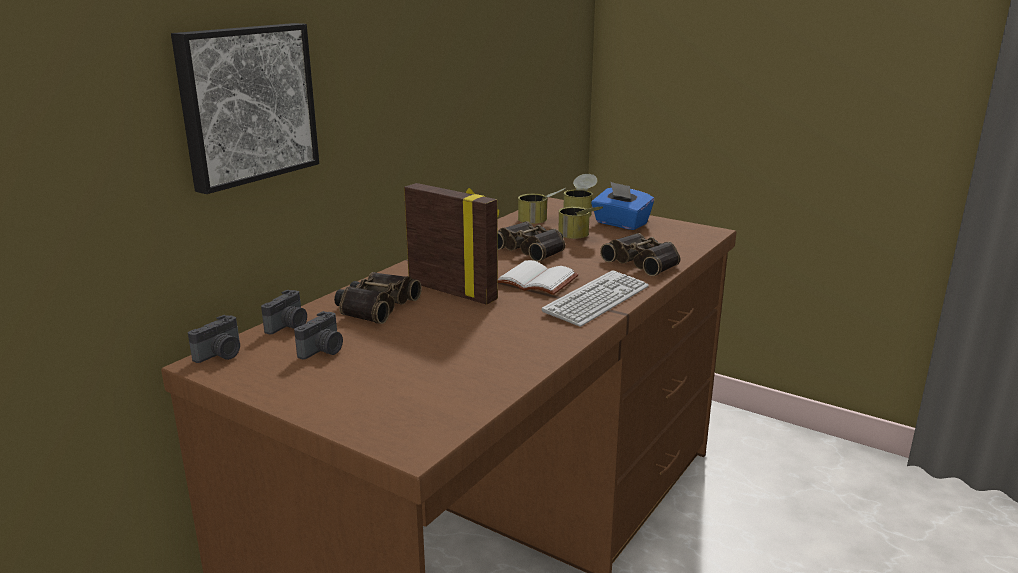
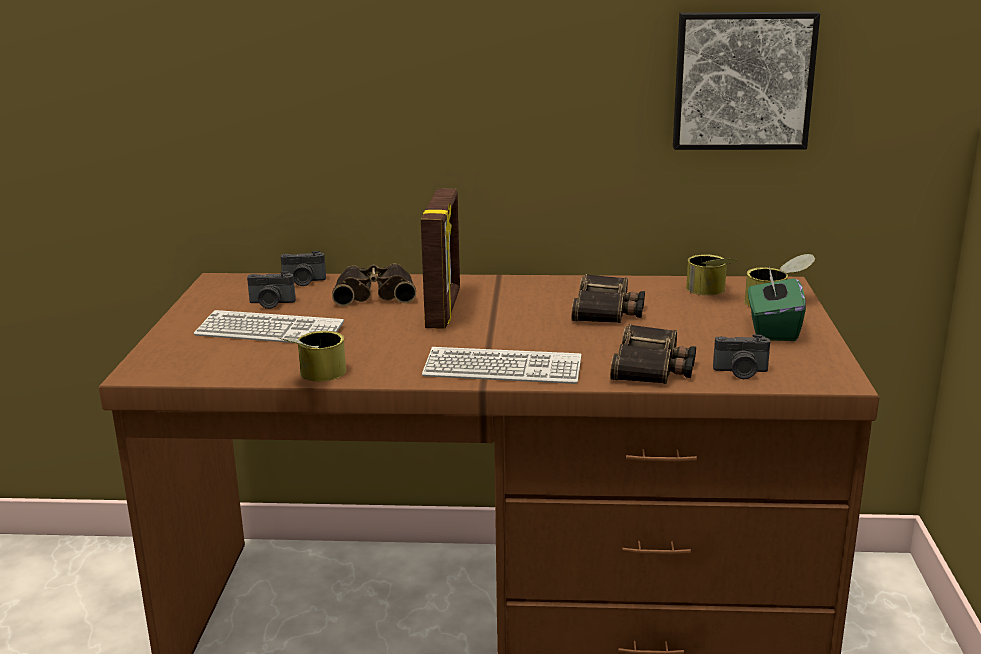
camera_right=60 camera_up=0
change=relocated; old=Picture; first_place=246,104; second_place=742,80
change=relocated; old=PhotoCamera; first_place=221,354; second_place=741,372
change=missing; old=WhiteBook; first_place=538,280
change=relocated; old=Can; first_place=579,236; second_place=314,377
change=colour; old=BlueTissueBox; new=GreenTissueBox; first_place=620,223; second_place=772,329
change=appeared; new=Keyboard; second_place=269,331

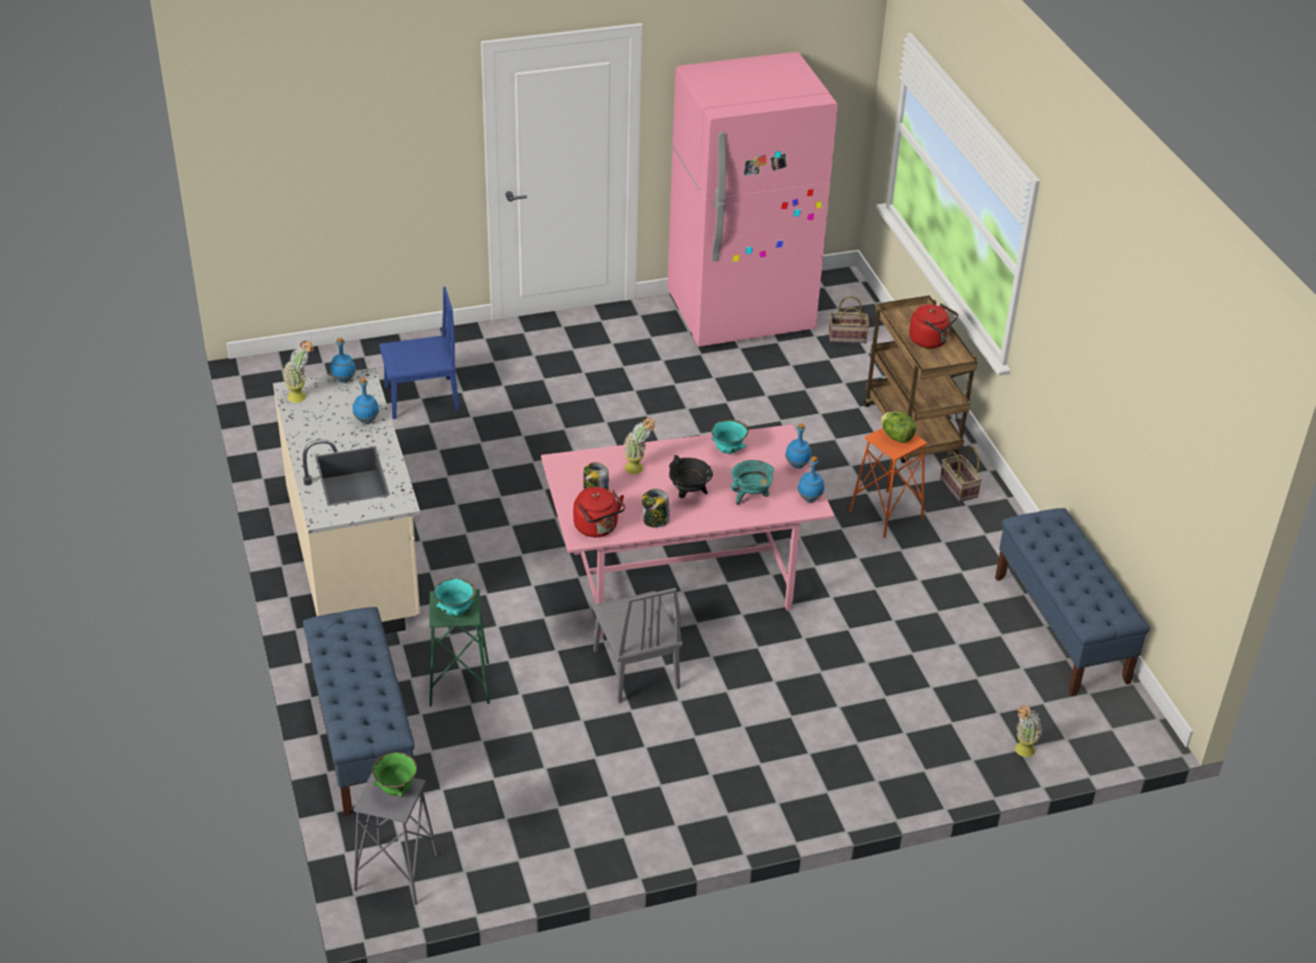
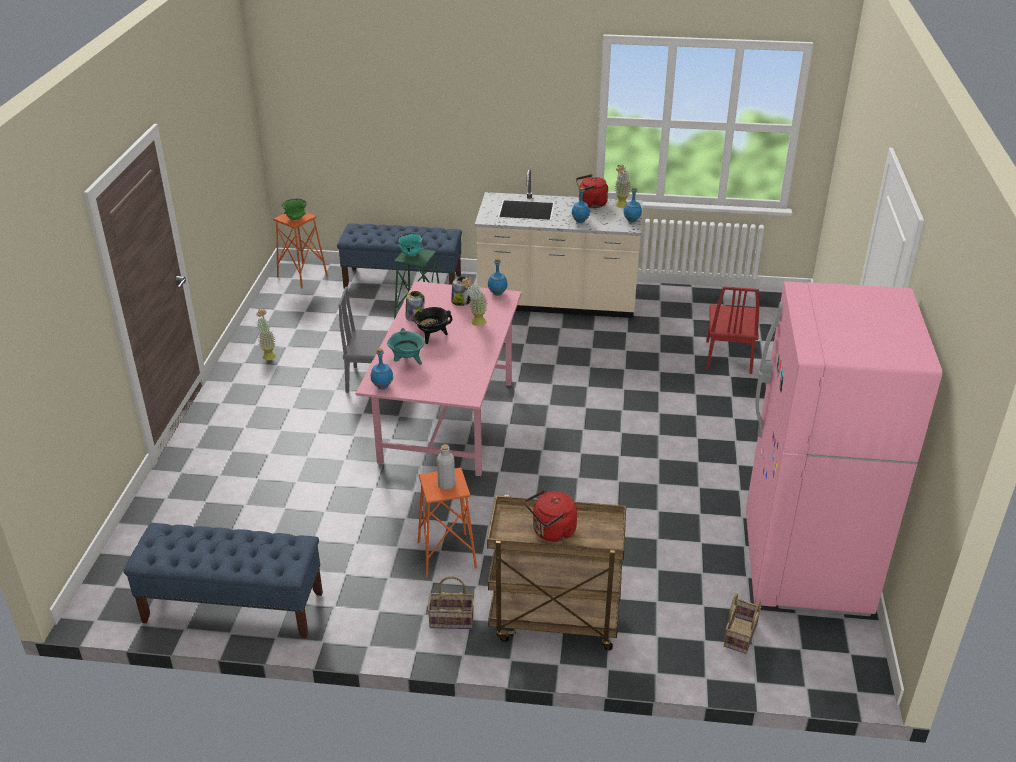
camera_right=115 camera_up=-5
change=colour; old=GreyStool; new=OrangeStool; first_place=396,872; second_place=302,276
change=colour; old=BlueChair; new=RedChair; first_place=421,398; second_place=728,357
change=relocated; old=RedKettle; first_place=597,528; second_place=590,204
change=missing; old=TurquoiseBowl; first_place=728,450
change=relocated; old=BlueBottle; first_place=797,465; second_place=497,294
change=exchanged; old=Lettuce; new=GreyBottle; first_place=896,437; second_place=446,485
change=relocated; old=PottedPlant; first_place=1021,752; second_place=268,354

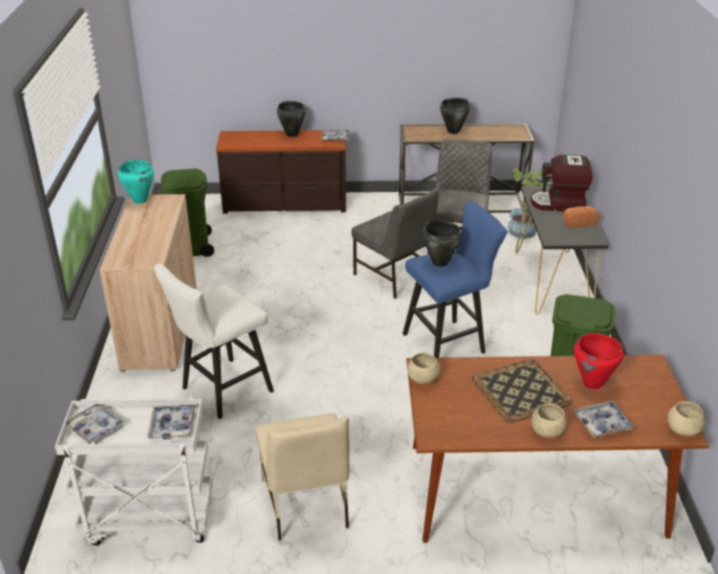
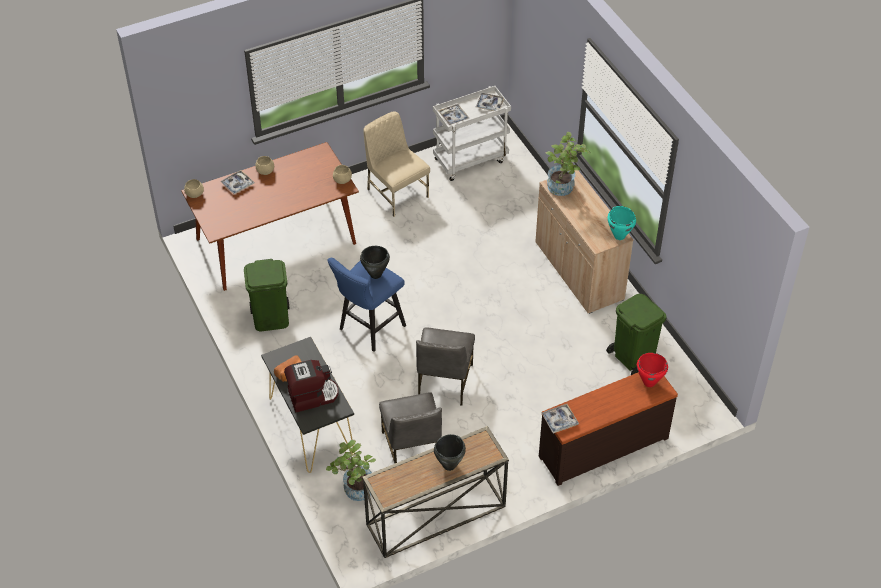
camera_right=155 camera_up=15
change=missing; old=WhiteStool; first_place=221,392
change=missing; old=BlackCookingPot; first_place=292,134
change=spun; old=GreyChair; first_place=394,277; second_place=443,382; degrees=-105
change=missing; old=Tray; first_place=522,391
change=relocated; old=RedCookingPot; first_place=592,384; second_place=649,382
change=appeared; new=PottedPlant; second_place=563,189

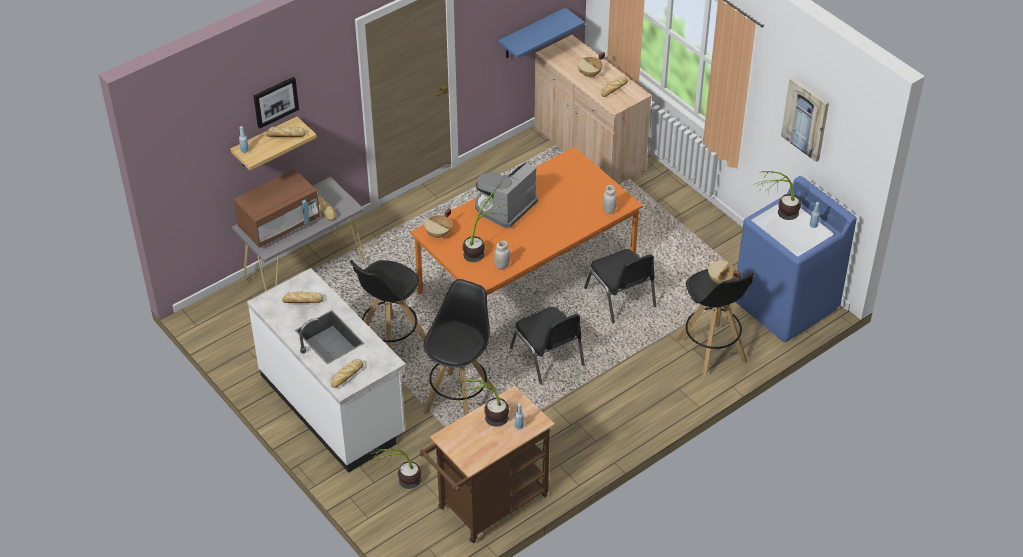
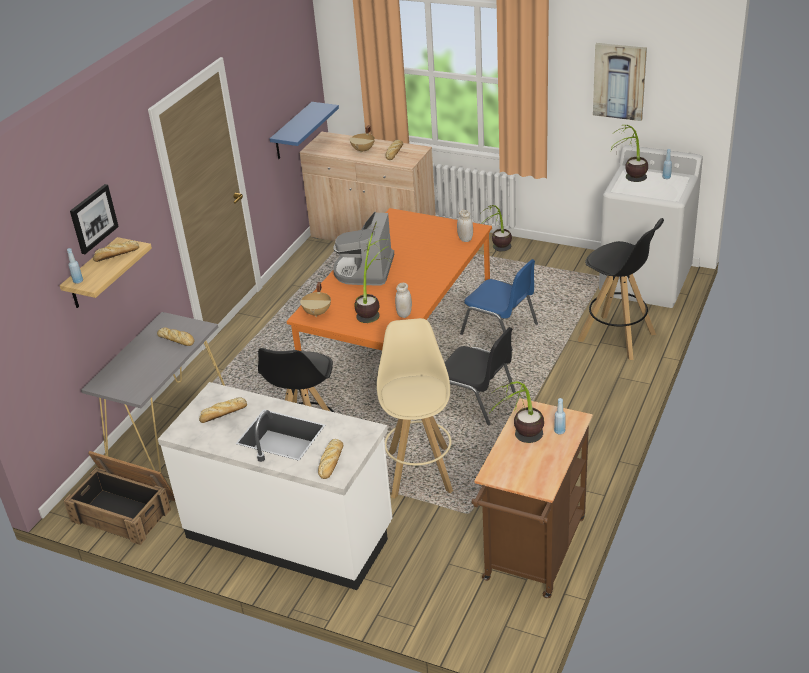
camera_right=-25 camera_up=-10
change=missing; old=BrownMicrowave; first_place=279,224
change=relocated; old=PottedPlant; first_place=398,486; second_place=497,252
change=colour; old=BlackStool; new=BeigeStool; first_place=459,399; second_place=420,470
change=colour; old=BlackChair; new=BlueChair; first_place=621,298; second_place=500,329
change=missing; old=BeigeCookingPot; first_place=720,280
change=colour; old=BlueWashingMachine; new=WhiteWashingMachine; first_place=786,305; second_place=646,282
change=appeared; new=Crate; second_place=125,510

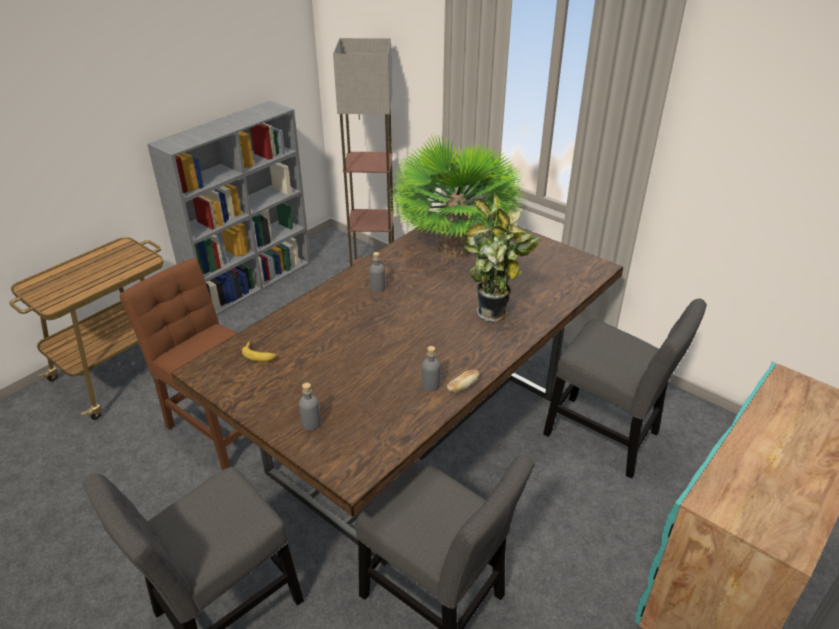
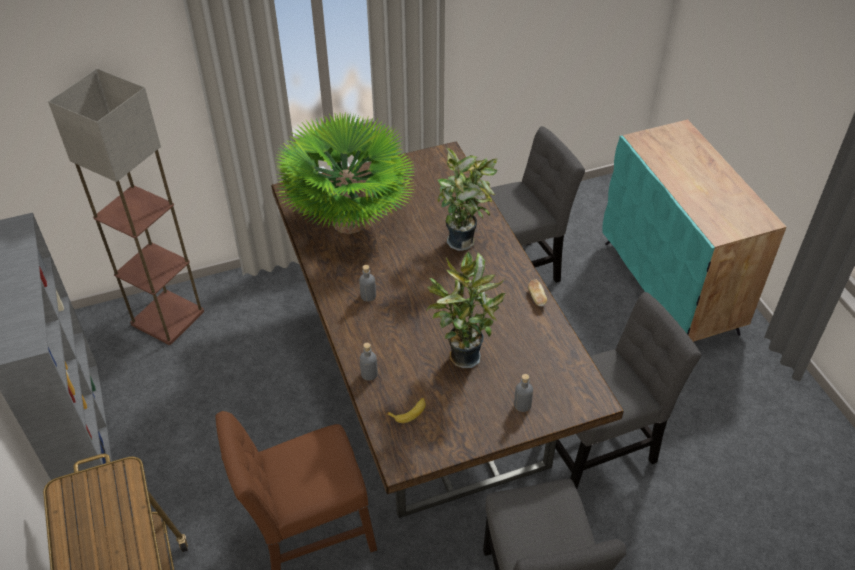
camera_right=-60 camera_up=10
change=relocated; old=GreyBottle; first_place=430,385; second_place=369,374
change=appeared; new=PottedPlant; second_place=462,354

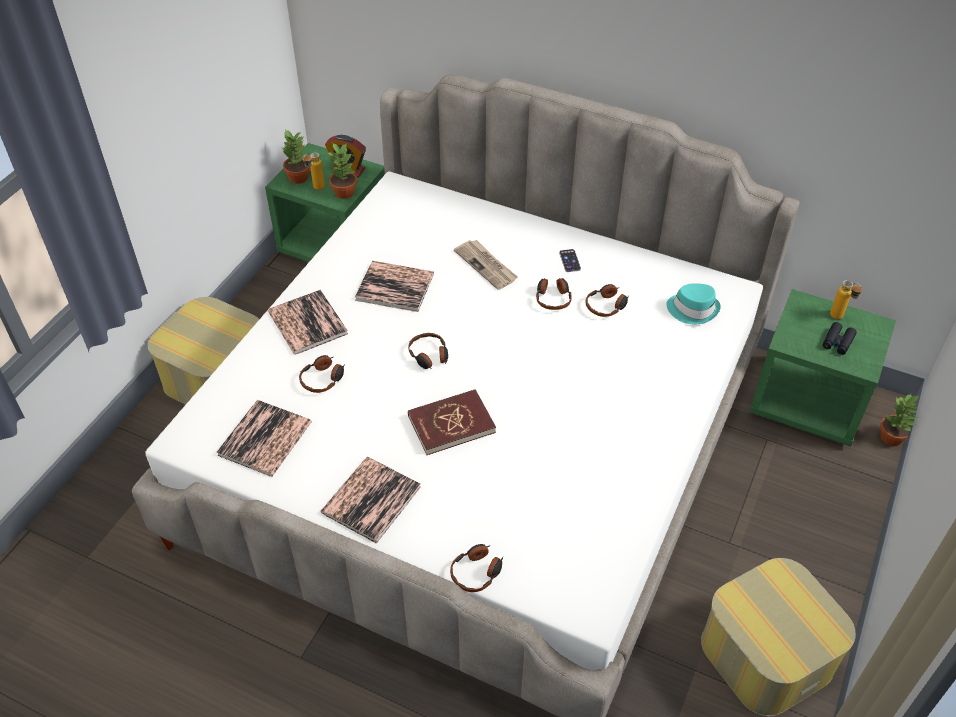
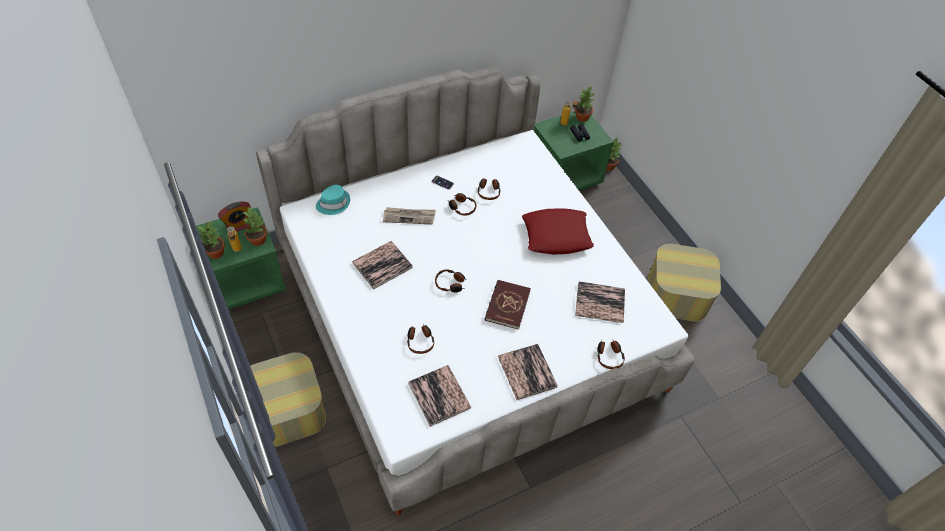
camera_right=-55 camera_up=5
change=relocated; old=Book; first_place=307,323; second_place=600,303
change=relocated; old=TurquoiseHat; first_place=693,309; second_place=333,203
change=appeared; new=RedPillow; second_place=556,235
change=appeared; new=PottedPlant; second_place=581,117

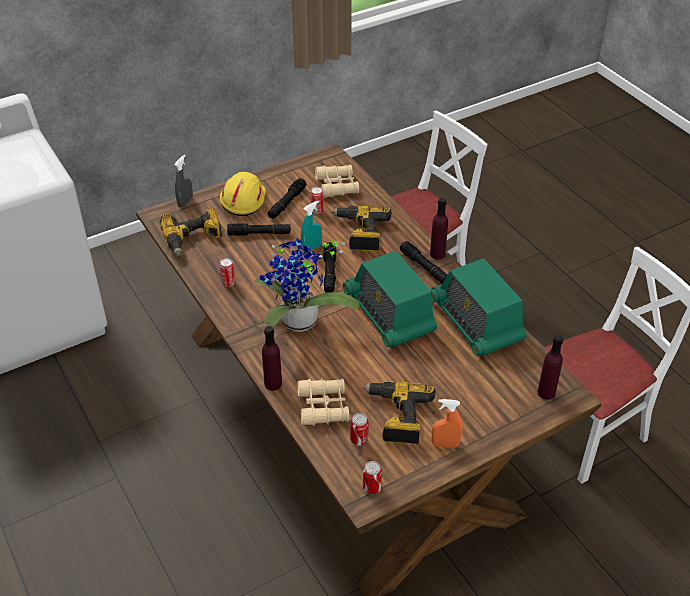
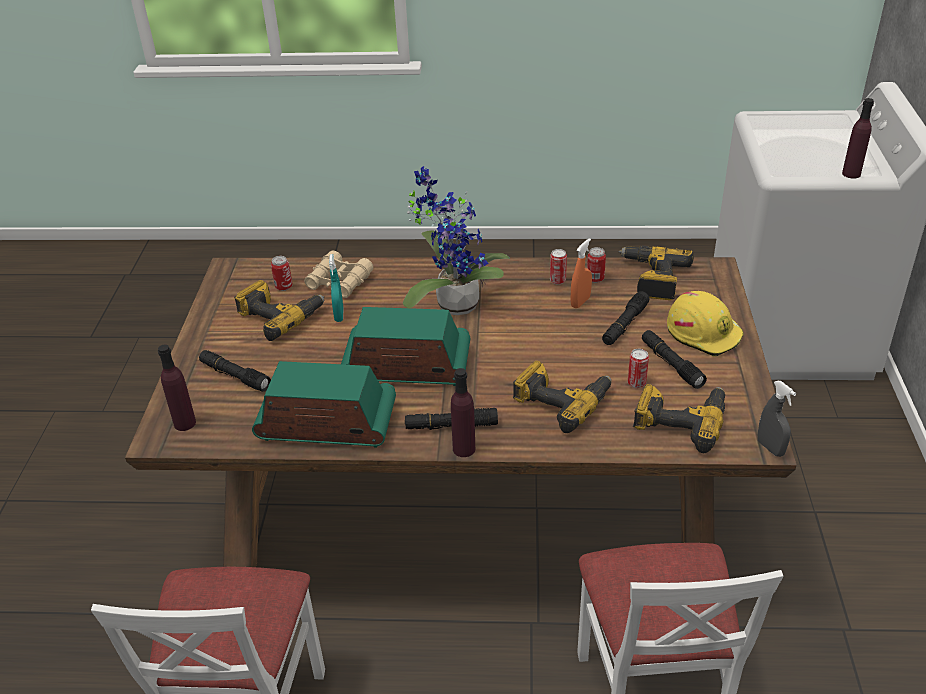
camera_right=125 camera_up=-5
change=relocated; old=GreySprayBottle; first_place=185,202; second_place=770,448
change=relocated; old=PurpleBottle; first_place=273,384; second_place=851,174
change=relocated; old=TurquoiseSprayBottle; first_place=311,248; second_place=339,315
change=exchanged; old=BeigeBinoculars; new=PowerDrill; first_place=337,186; second_place=680,421
change=relocated; old=BlackFlashlight; first_place=329,272; second_place=235,376
change=relocated; old=Can; first_place=372,488; second_place=595,279
change=relocated; old=OrangeSprayBottle; first_place=445,444; second_place=580,302

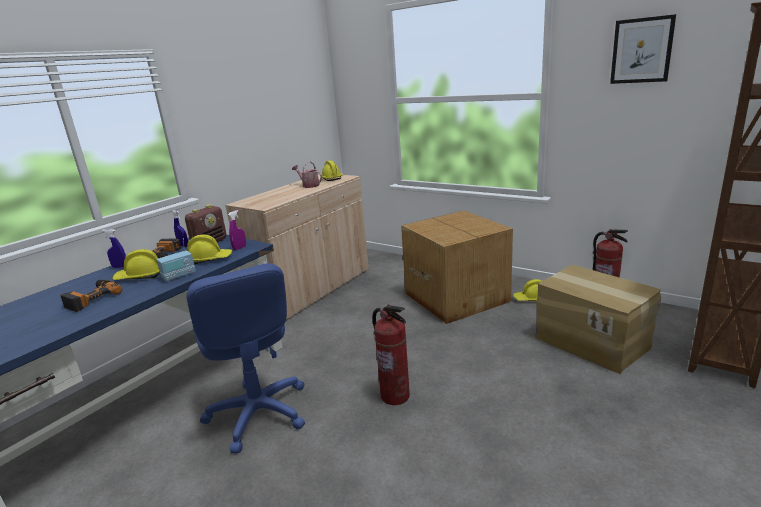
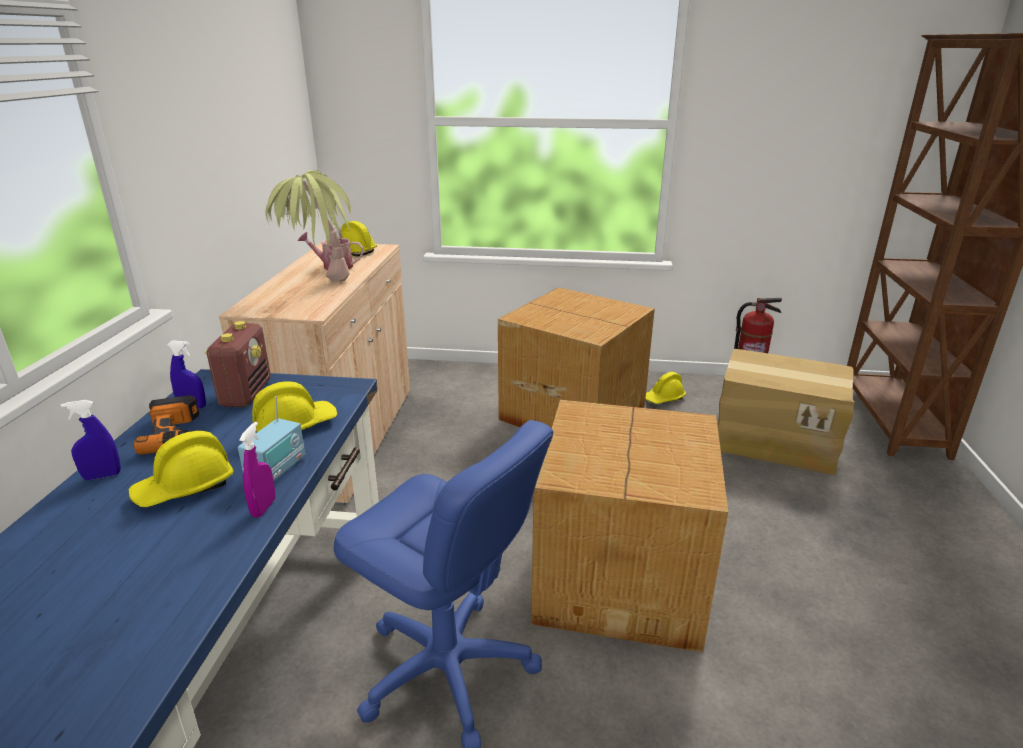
camera_right=-30 camera_up=5
change=missing; old=PowerDrill; first_place=91,298
change=relocated; old=PurpleSprayBottle; first_place=239,248; second_place=263,508
change=exchanged; old=FireExtinguisher; new=CardboardBox; first_place=395,396; second_place=623,576
change=missing; old=Picture; first_place=641,50
change=appeared; new=PottedPlant; second_place=321,288

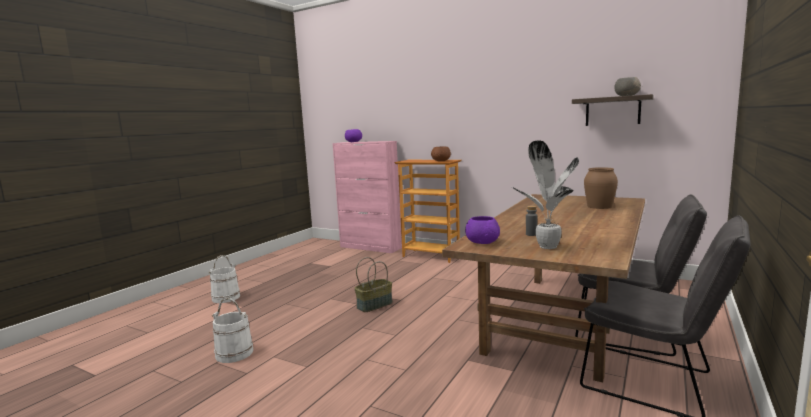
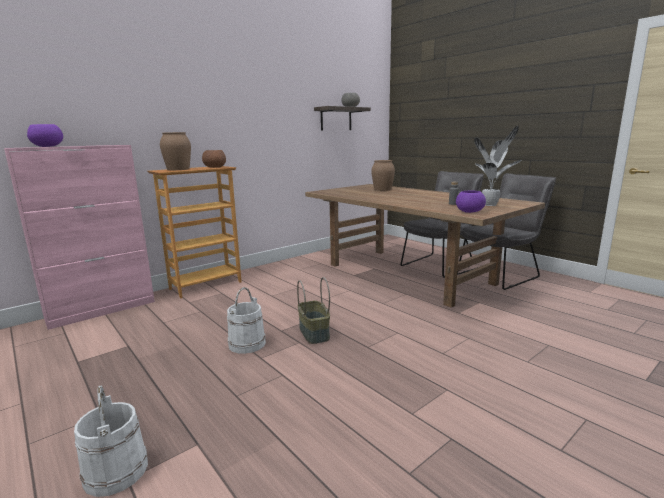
camera_right=-70 camera_up=5
change=relocated; old=WhiteBucket; first_place=234,353; second_place=247,343
change=appeared; new=BrownVase; second_place=178,169

